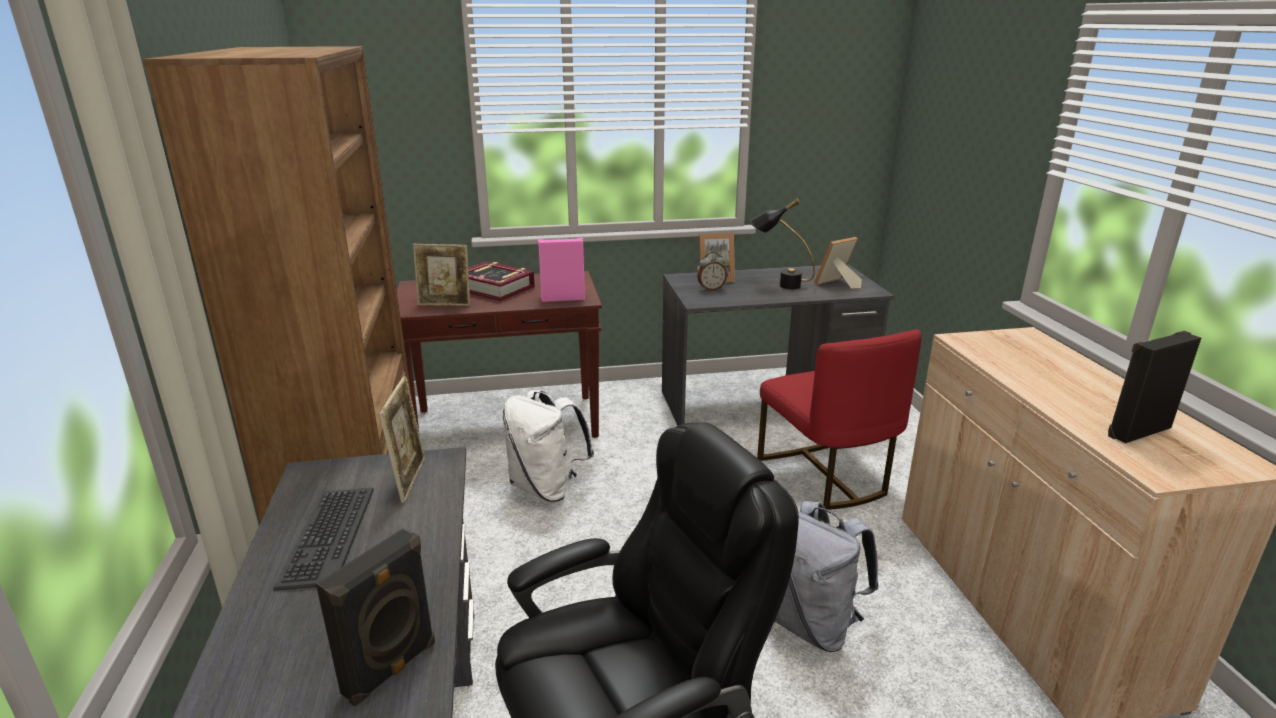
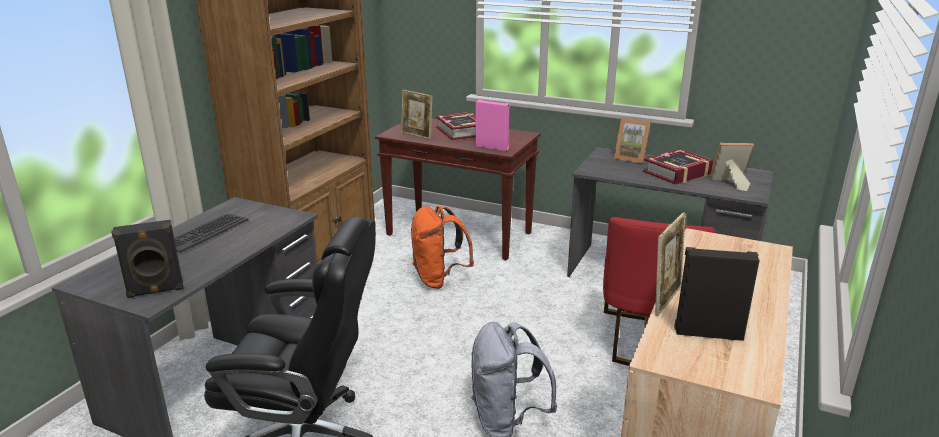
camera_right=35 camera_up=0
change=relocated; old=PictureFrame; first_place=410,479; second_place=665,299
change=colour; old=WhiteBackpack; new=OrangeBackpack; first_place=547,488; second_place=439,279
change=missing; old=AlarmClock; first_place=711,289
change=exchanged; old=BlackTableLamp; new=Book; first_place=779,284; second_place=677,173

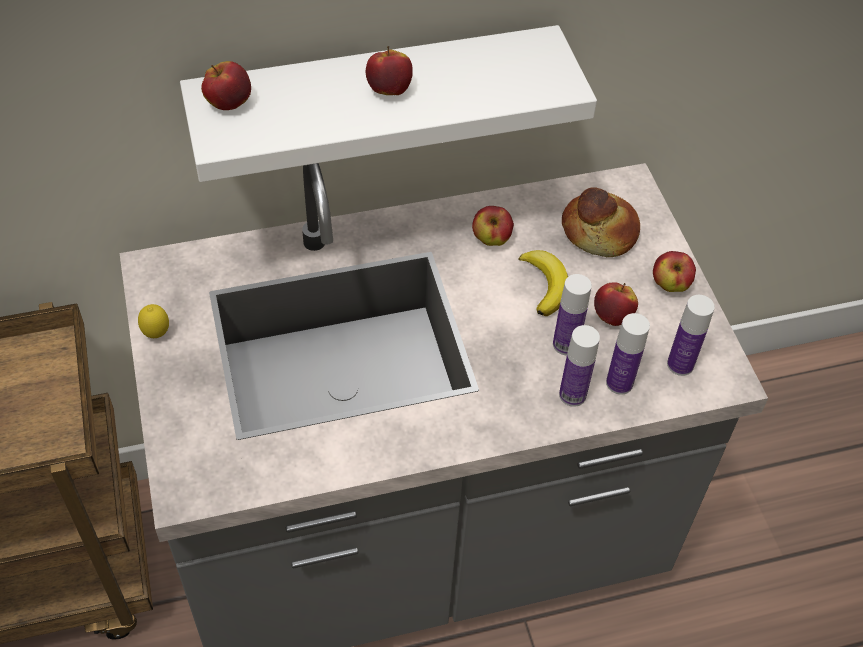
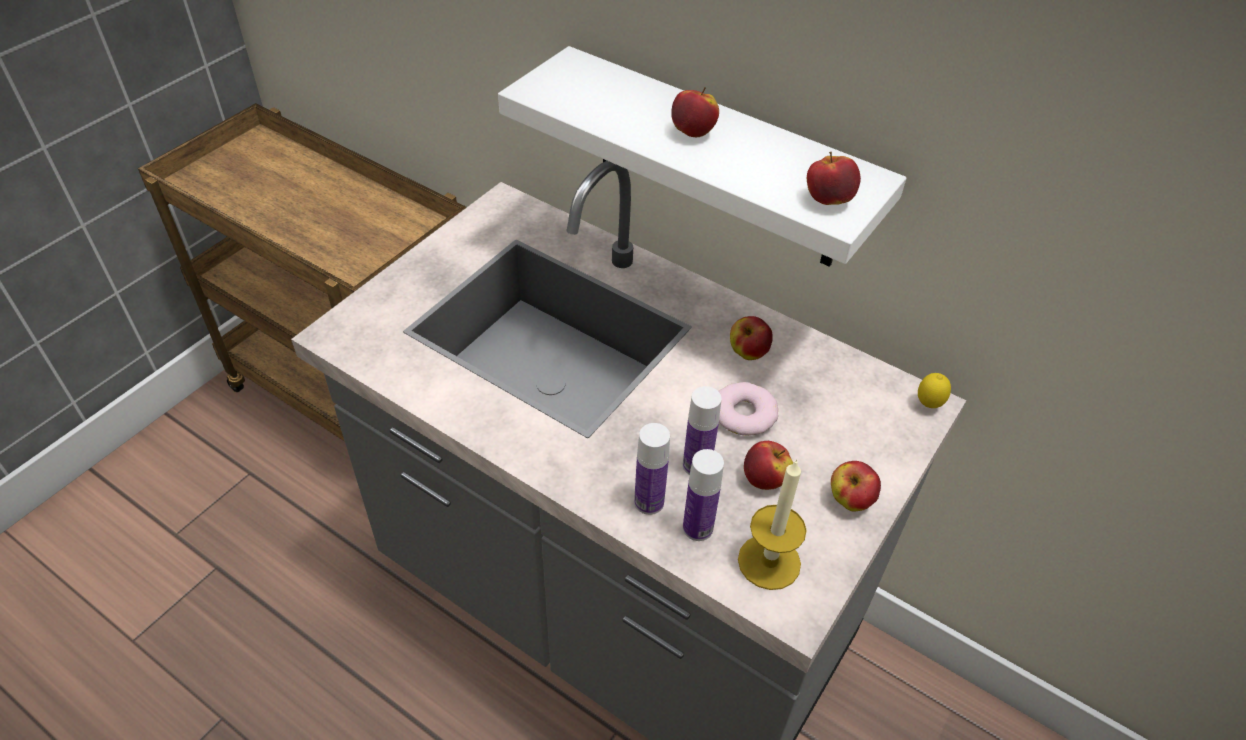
camera_right=50 camera_up=-5
change=relocated; old=Lemon; first_place=156,334; second_place=928,405
change=relocated; old=Apple; first_place=229,103; second_place=828,200
change=exchanged; old=Banana; new=Donut; first_place=545,284; second_place=743,414
change=missing; old=Bread; first_place=600,232
change=exchanged; old=Bottle; new=Candle; first_place=680,364; second_place=769,562

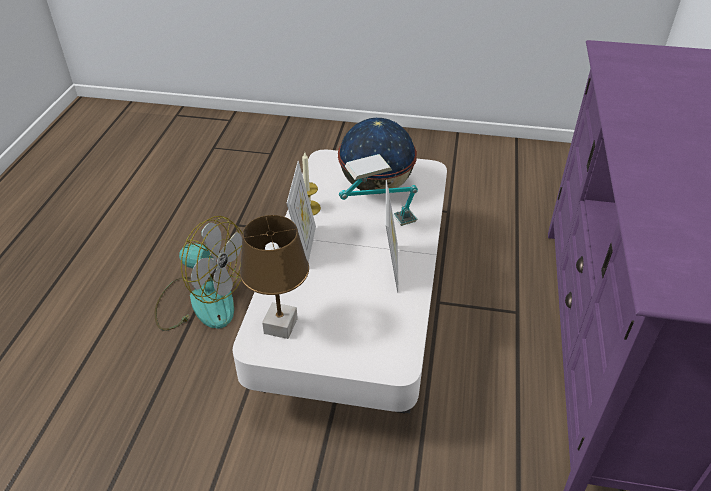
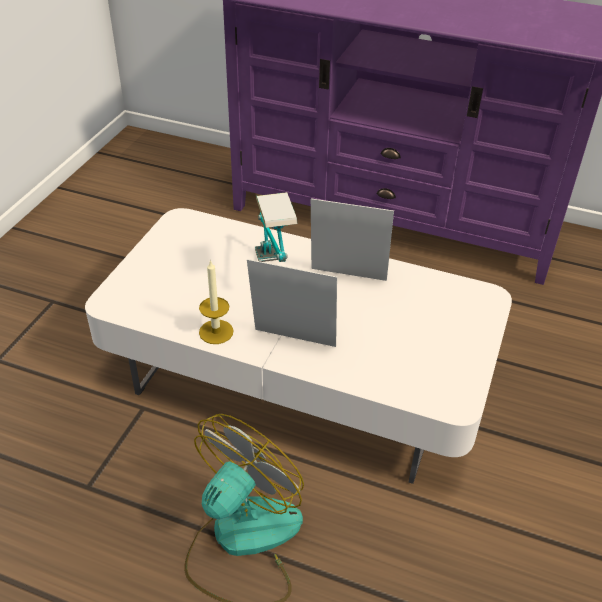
camera_right=-80 camera_up=0
change=missing; old=BrownTableLamp; first_place=280,325
change=missing; old=Globe; first_place=376,186

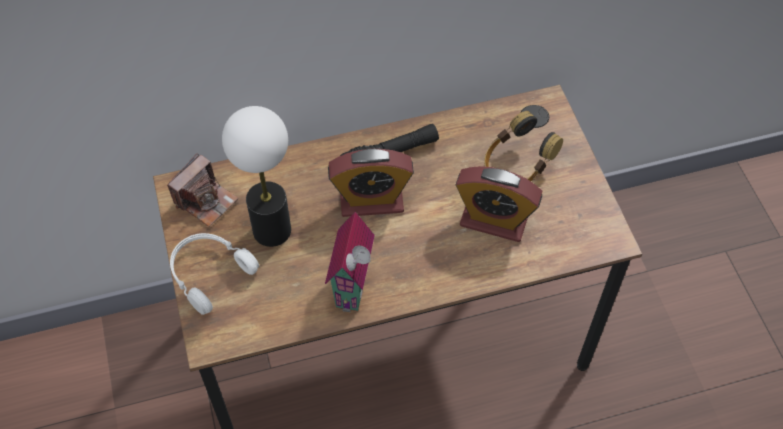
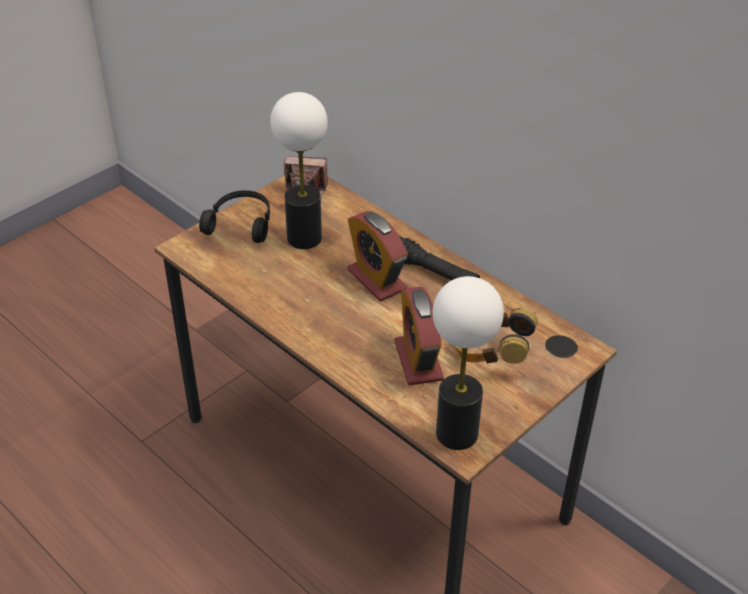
camera_right=60 camera_up=-15
change=colour; old=WhiteHeadphones; new=BlackHeadphones; first_place=209,273; second_place=241,223
change=missing; old=ToyHouse; first_place=355,288
change=appeared; new=TableLamp; second_place=456,433

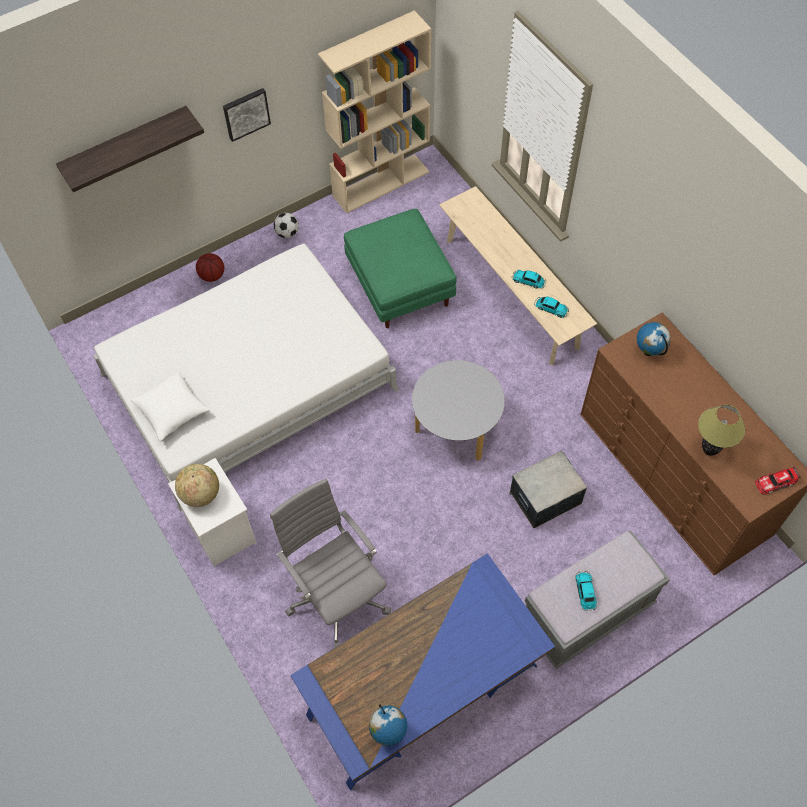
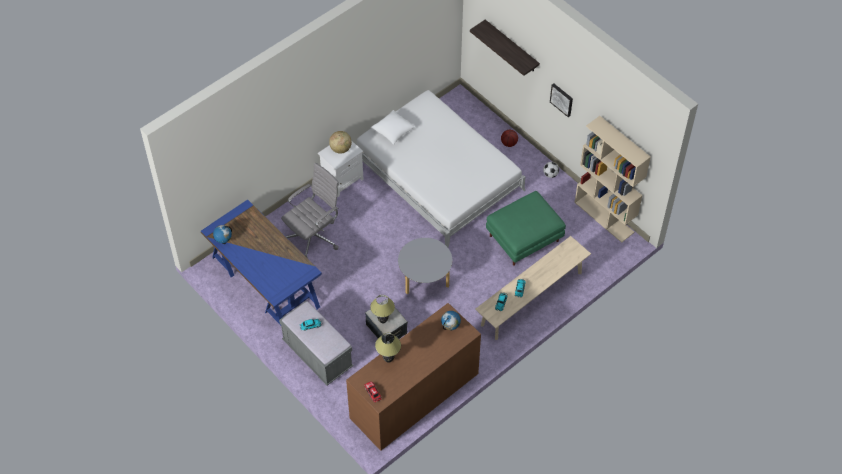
camera_right=80 camera_up=-5
change=appeared; new=TableLamp; second_place=383,320

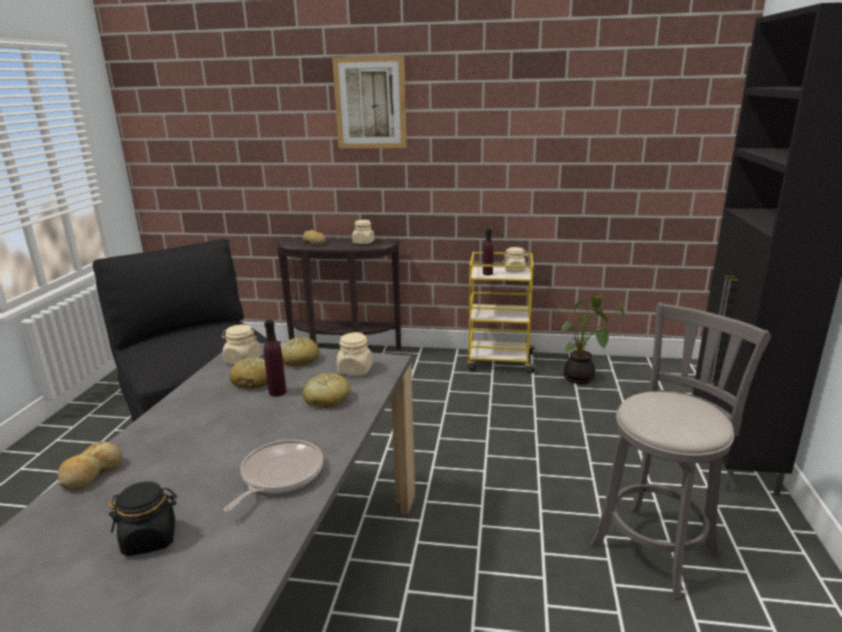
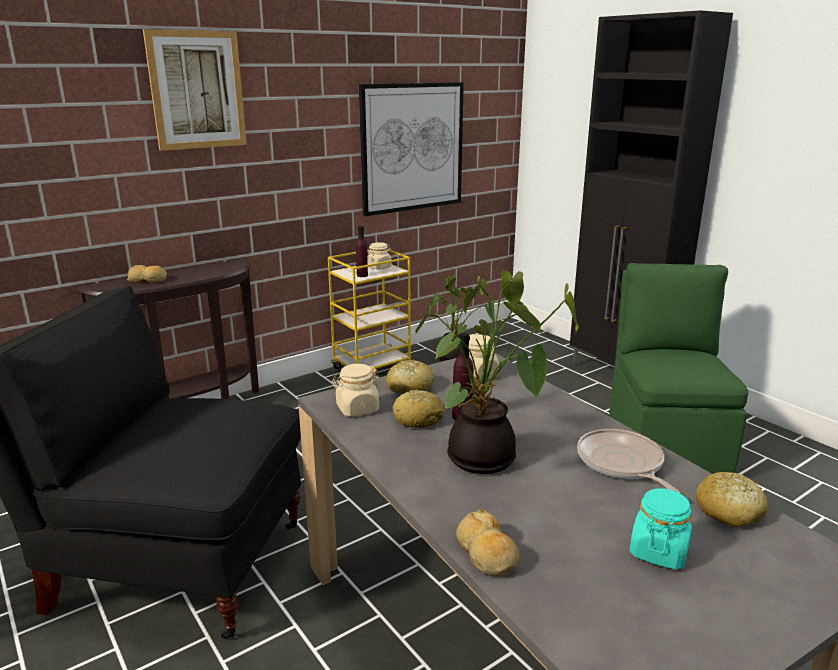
camera_right=-45 camera_up=0
change=colour; old=BlackJar; new=TurquoiseJar; first_place=150,539; second_place=658,551
change=relocated; old=Bread; first_place=327,399; second_place=728,511
change=missing; old=BeigeJar; first_place=363,242
change=exchanged; old=GreyStool; new=GreenChair; first_place=656,546; second_place=664,446
change=appeared; new=Picture; second_place=412,147
change=appeared; new=PottedPlant; second_place=486,461

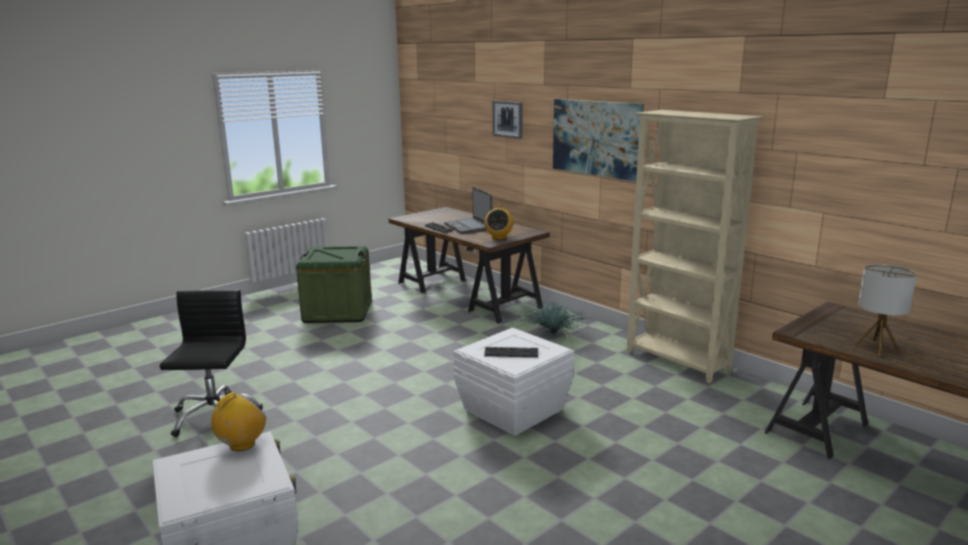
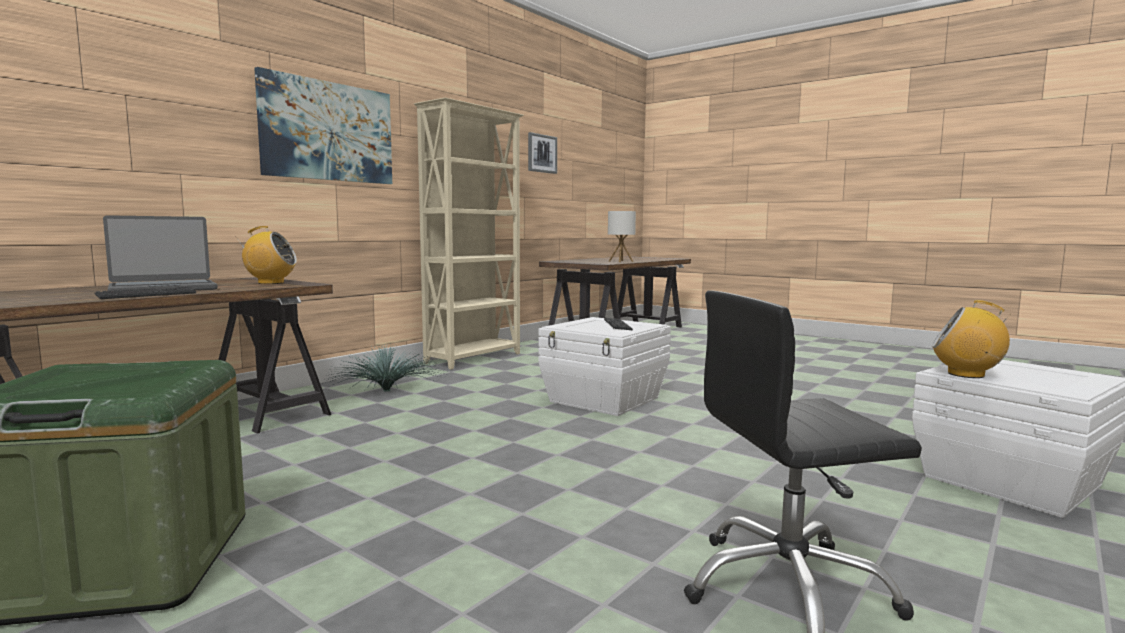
camera_right=-100 camera_up=-10
change=relocated; old=Picture; first_place=508,119; second_place=541,153

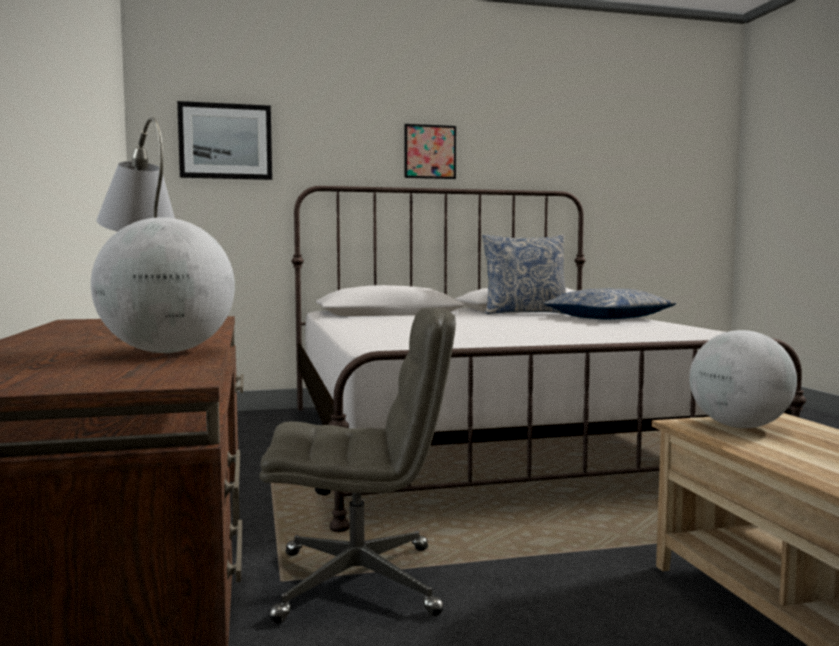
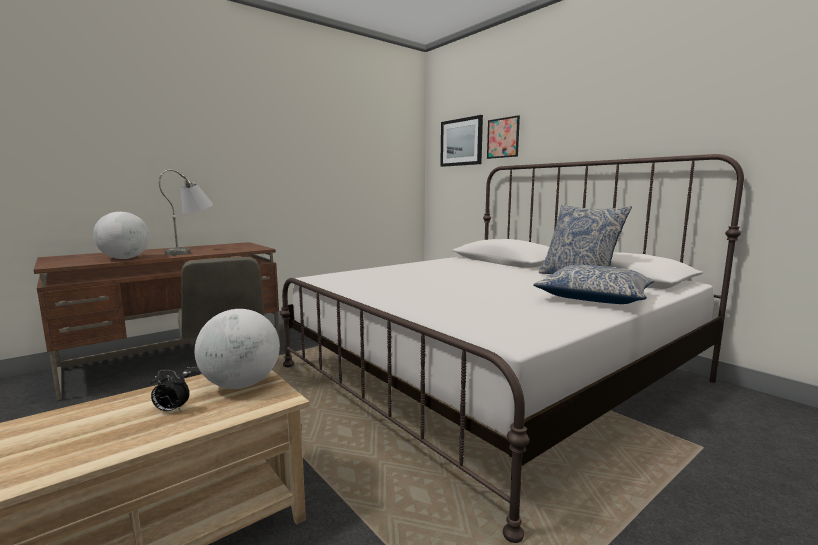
camera_right=65 camera_up=5
change=relocated; old=Picture; first_place=430,151; second_place=503,138
change=appeared; new=AlarmClock; second_place=171,410

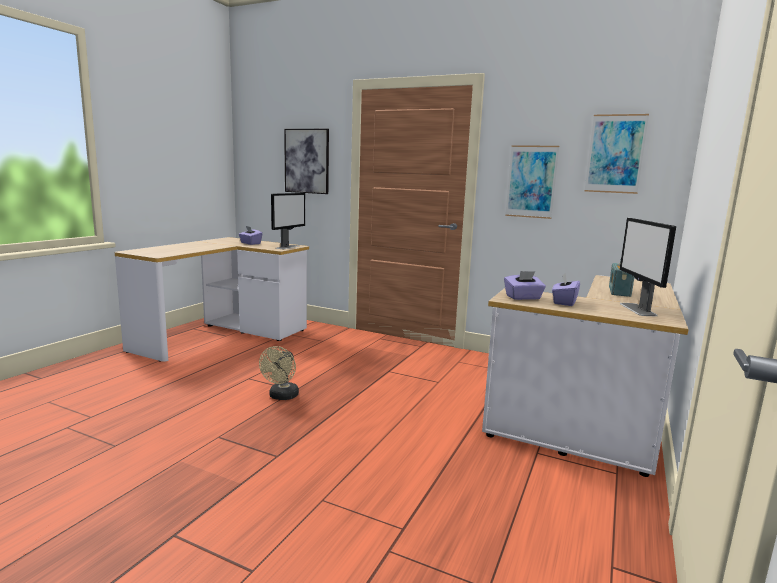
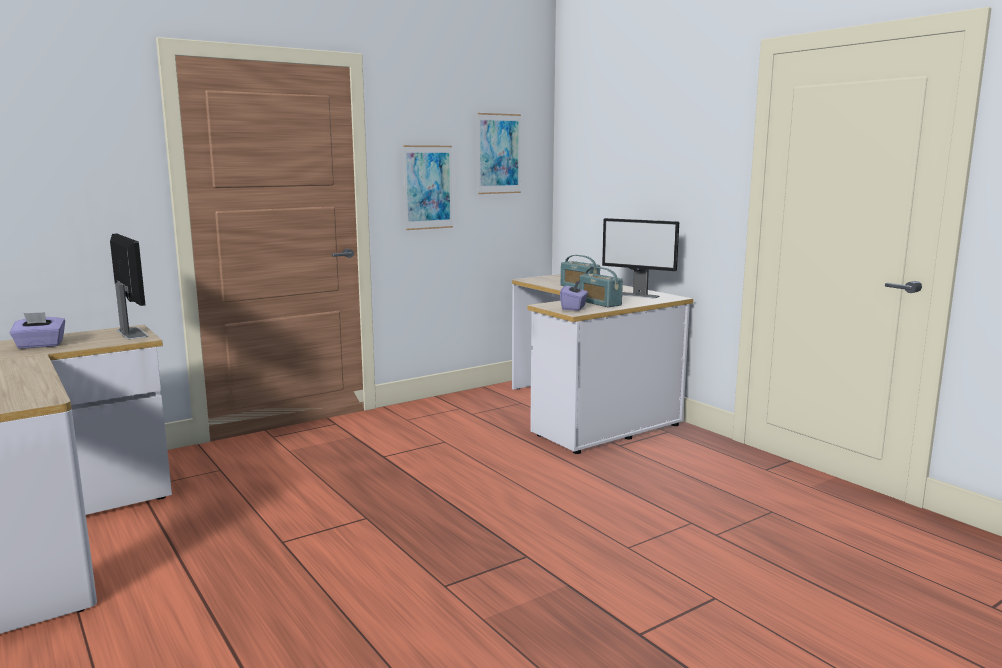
camera_right=-60 camera_up=0
change=missing; old=BeigeFan; first_place=282,397
change=missing; old=Picture; first_place=307,161
change=exchanged; old=PurpleTissueBox; new=Radio; first_place=564,302; second_place=599,303

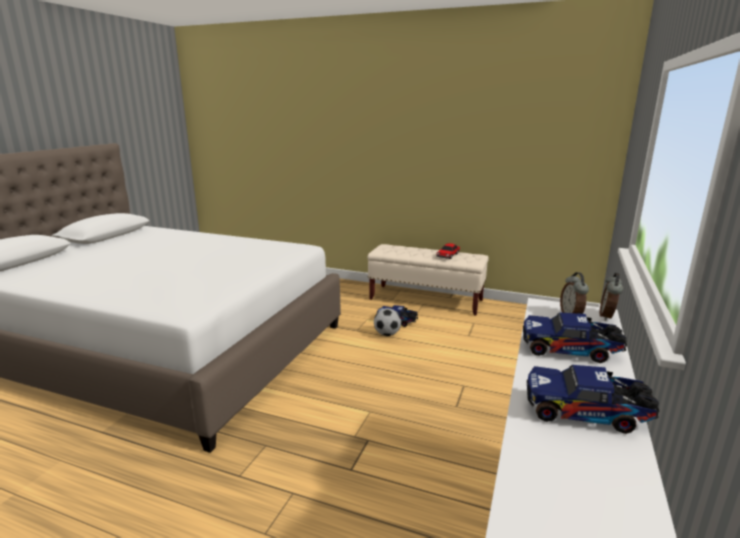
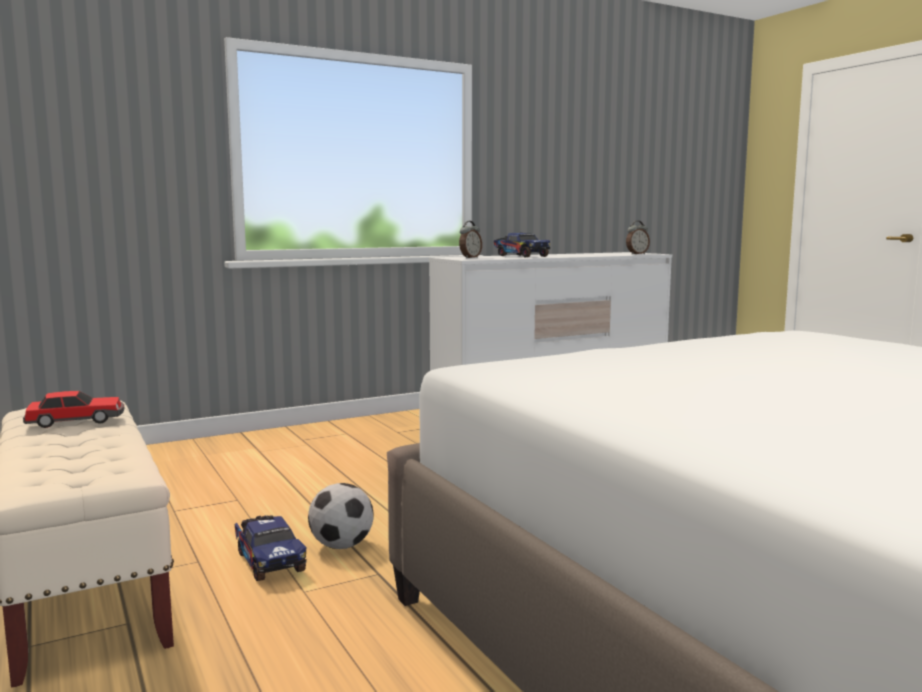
camera_right=-140 camera_up=-10
change=missing; old=ToyTruck; first_place=587,413
change=relocated; old=AlarmClock; first_place=607,316; second_place=636,254

